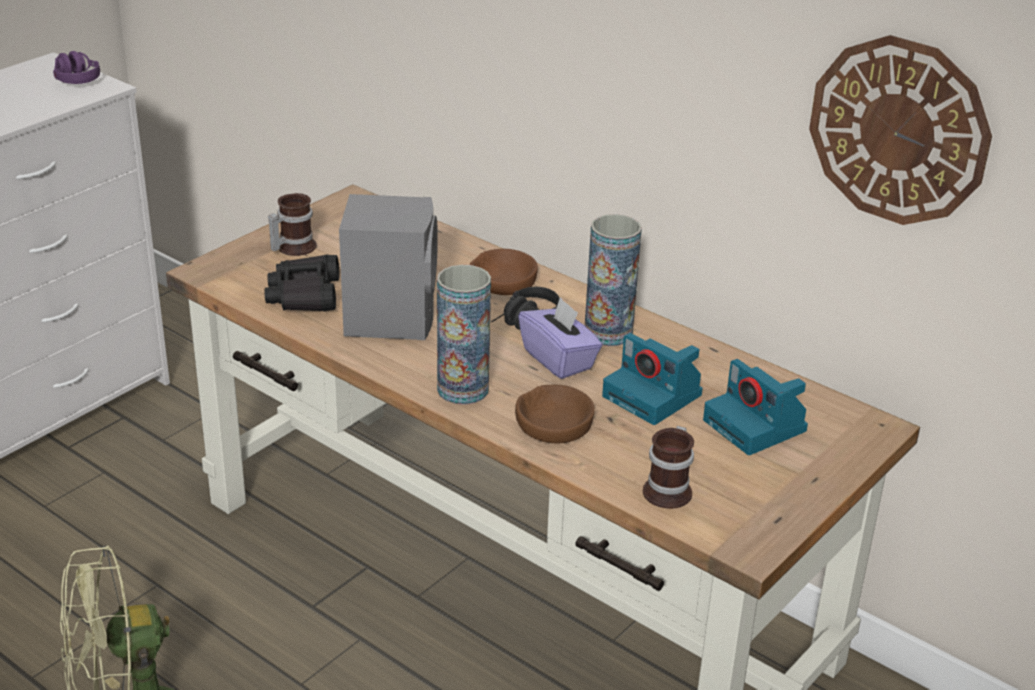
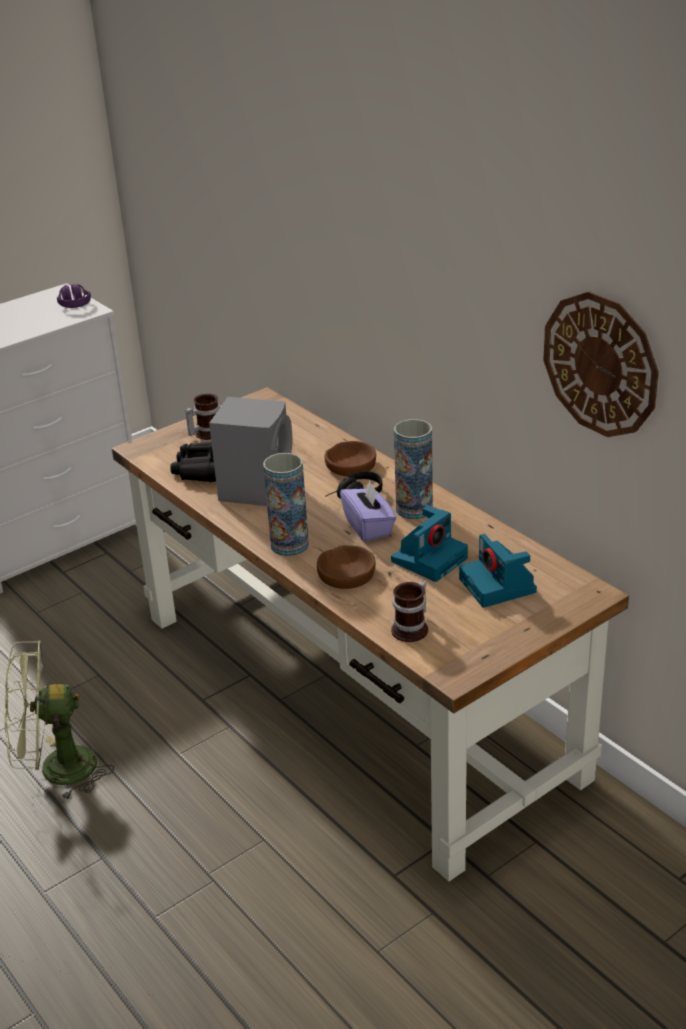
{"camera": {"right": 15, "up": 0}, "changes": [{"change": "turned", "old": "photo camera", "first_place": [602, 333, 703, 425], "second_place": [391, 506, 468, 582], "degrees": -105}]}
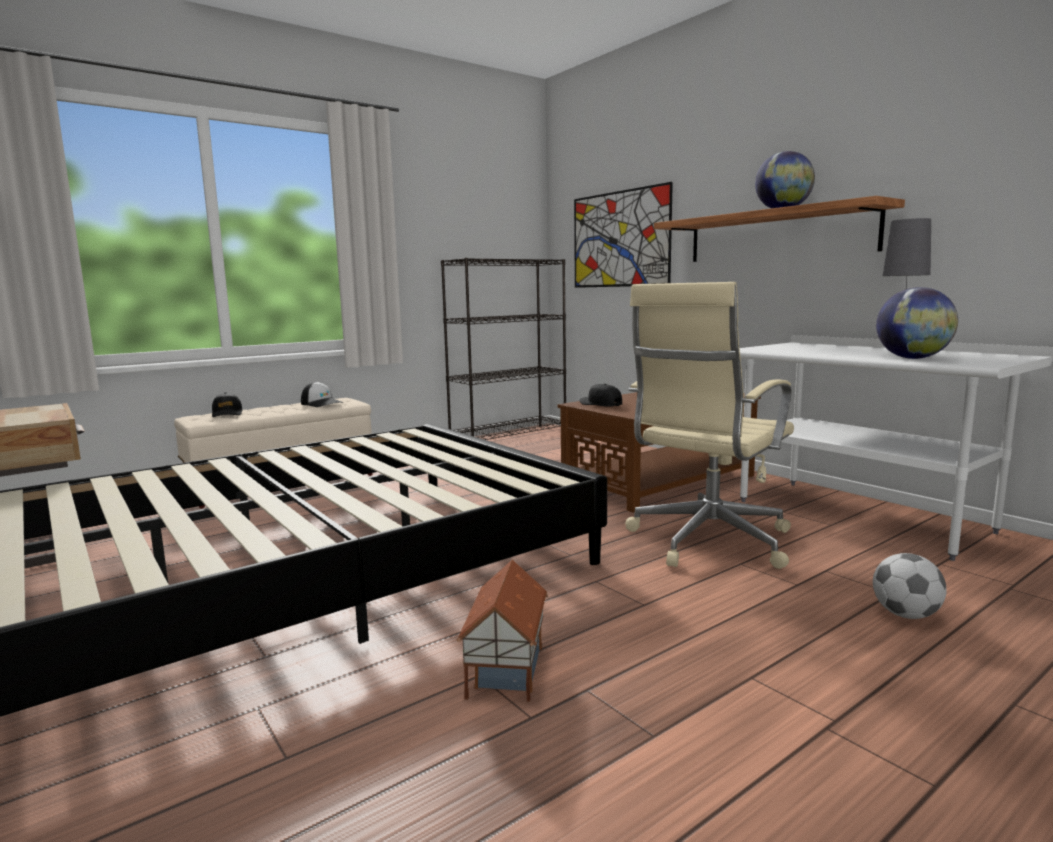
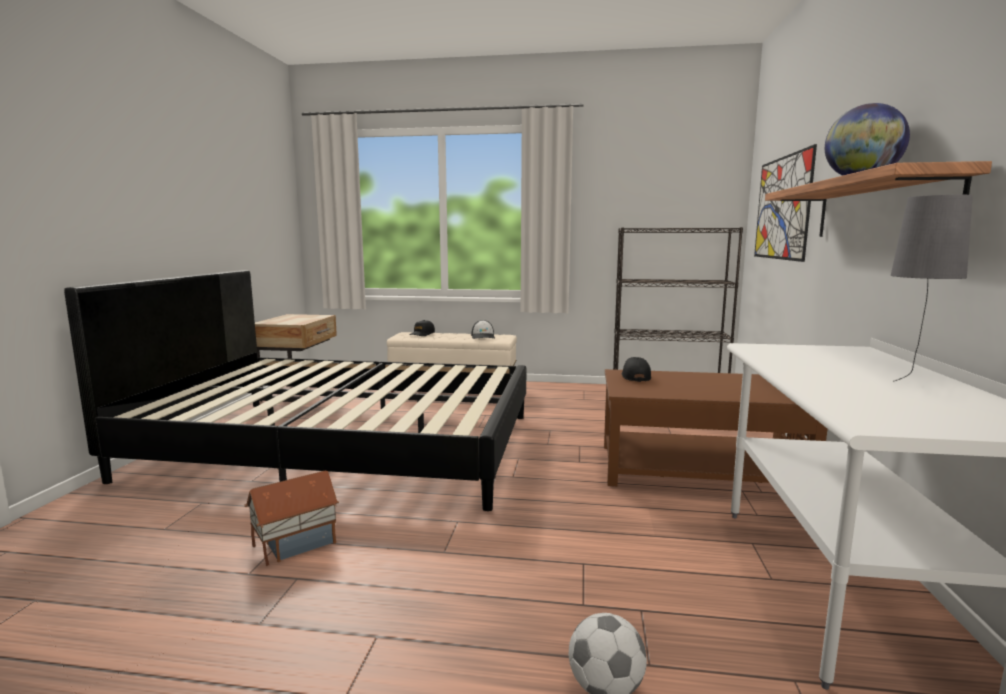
{"camera": {"right": 45, "up": 0}, "changes": [{"change": "removed", "old": "office chair/beige", "first_place": [625, 282, 794, 569]}, {"change": "removed", "old": "globe", "first_place": [876, 287, 958, 359]}]}
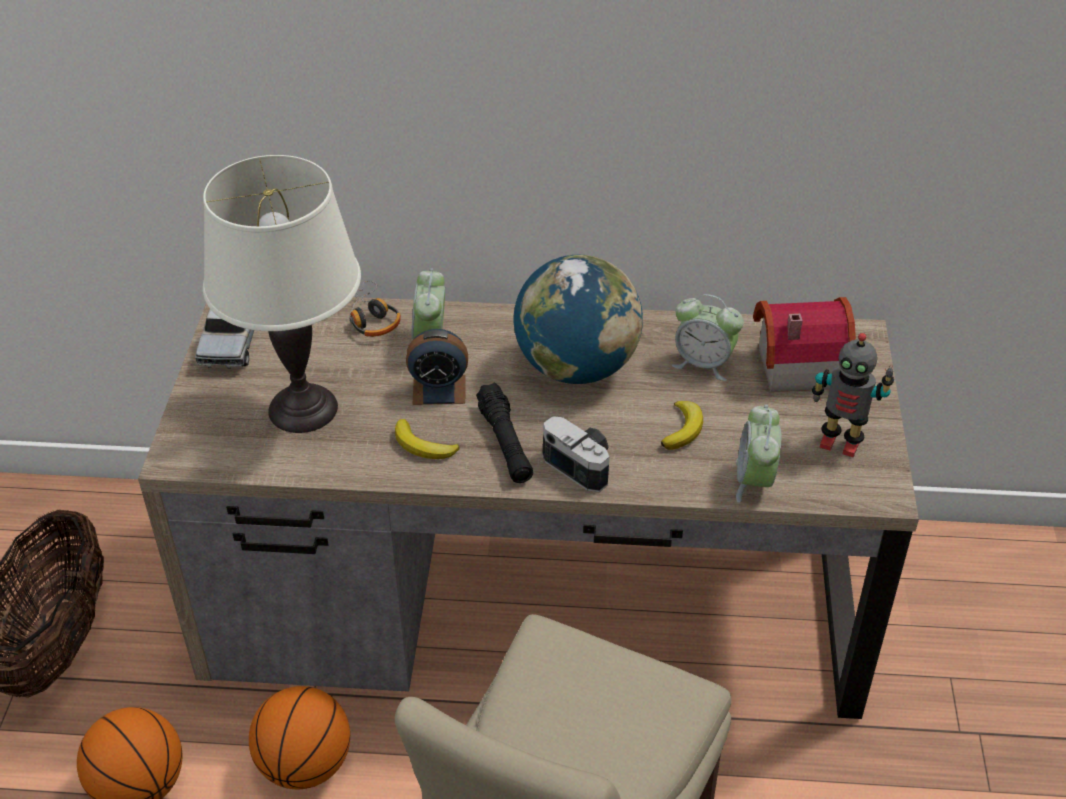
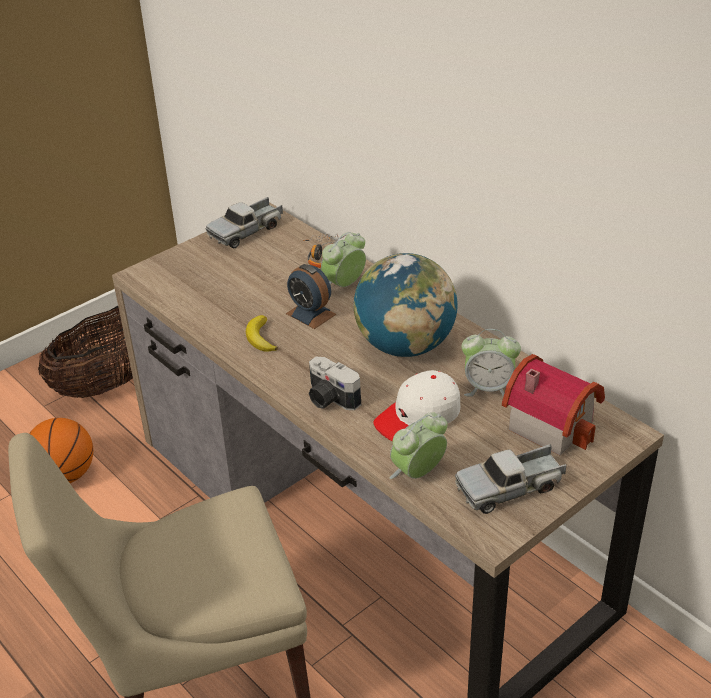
{"camera": {"right": 45, "up": -5}, "changes": [{"change": "removed", "old": "table lamp/white", "first_place": [203, 155, 361, 433]}, {"change": "removed", "old": "basketball", "first_place": [249, 686, 350, 789]}, {"change": "removed", "old": "flashlight/black", "first_place": [476, 383, 533, 483]}, {"change": "replaced", "old": "banana", "new": "cap/white", "first_place": [661, 401, 703, 450], "second_place": [373, 370, 460, 442]}, {"change": "replaced", "old": "toy robot", "new": "toy truck", "first_place": [812, 333, 894, 458], "second_place": [455, 444, 566, 514]}, {"change": "turned", "old": "photo camera", "first_place": [543, 416, 610, 492], "second_place": [309, 357, 361, 410], "degrees": 135}, {"change": "turned", "old": "alarm clock", "first_place": [672, 294, 744, 381], "second_place": [461, 329, 521, 397], "degrees": -60}]}
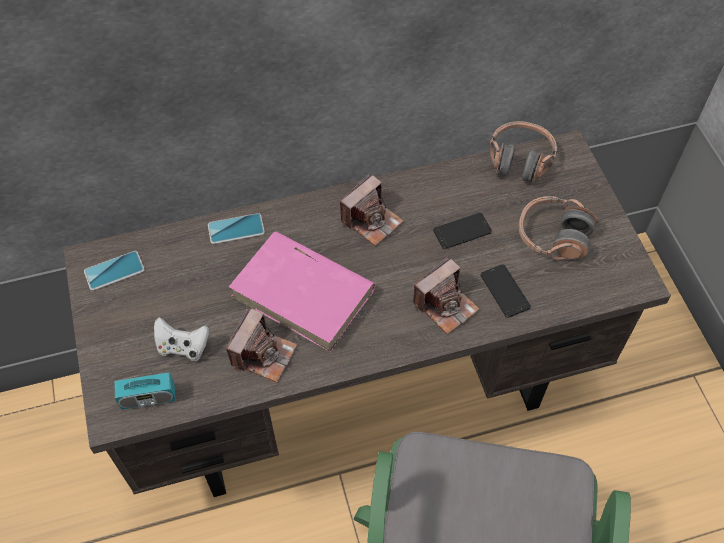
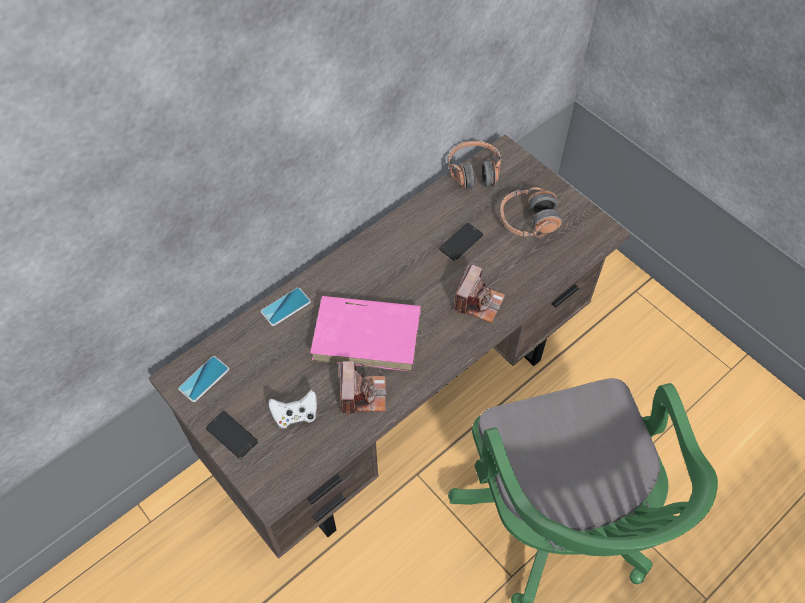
{"camera": {"right": -25, "up": 0}, "changes": [{"change": "removed", "old": "radio", "first_place": [114, 350, 176, 410]}, {"change": "removed", "old": "photo camera", "first_place": [340, 174, 403, 246]}, {"change": "moved", "old": "phone", "first_place": [480, 264, 531, 318], "second_place": [206, 411, 258, 459]}]}
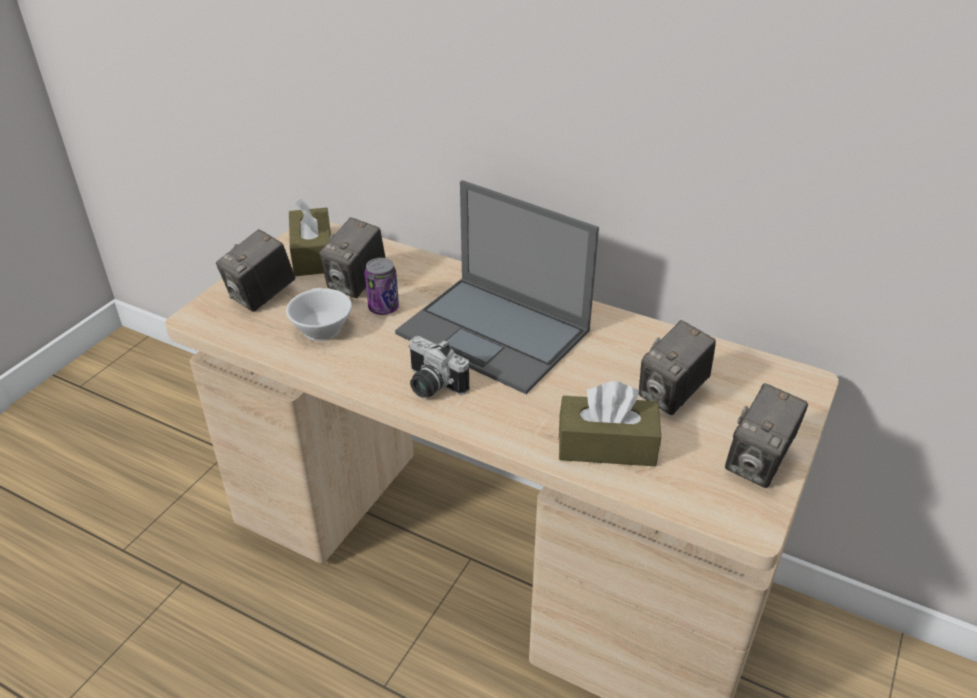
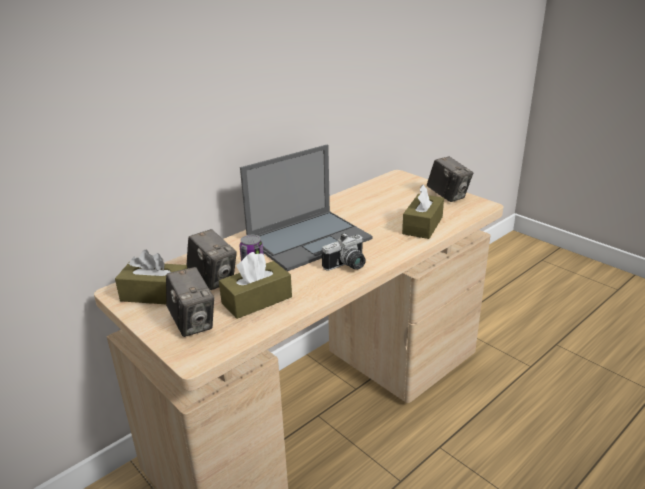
{"camera": {"right": -70, "up": -10}, "changes": [{"change": "removed", "old": "photo camera", "first_place": [639, 320, 716, 415]}, {"change": "replaced", "old": "cup/white", "new": "tissue box/brown", "first_place": [286, 288, 352, 341], "second_place": [219, 252, 292, 319]}]}
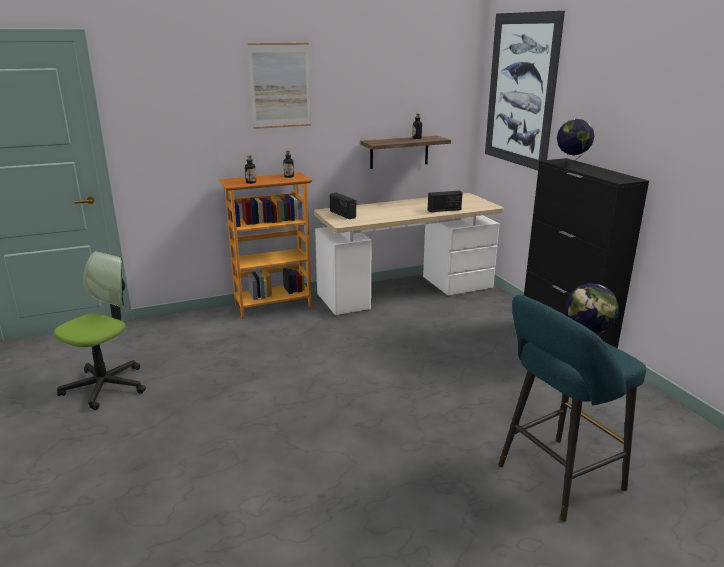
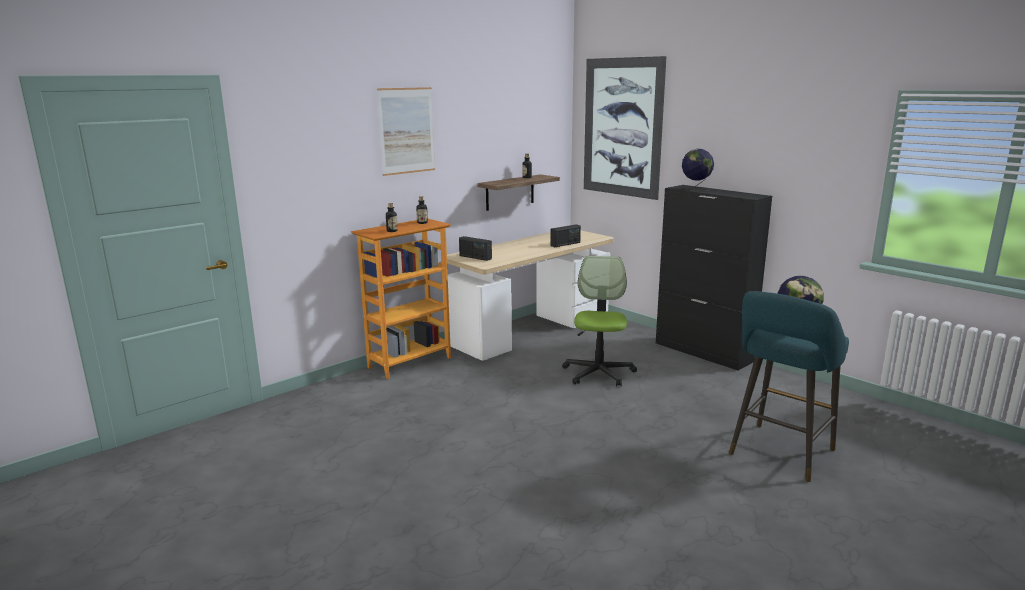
{"camera": {"right": -20, "up": -5}, "changes": [{"change": "moved", "old": "office chair", "first_place": [54, 251, 146, 410], "second_place": [562, 256, 637, 387]}]}
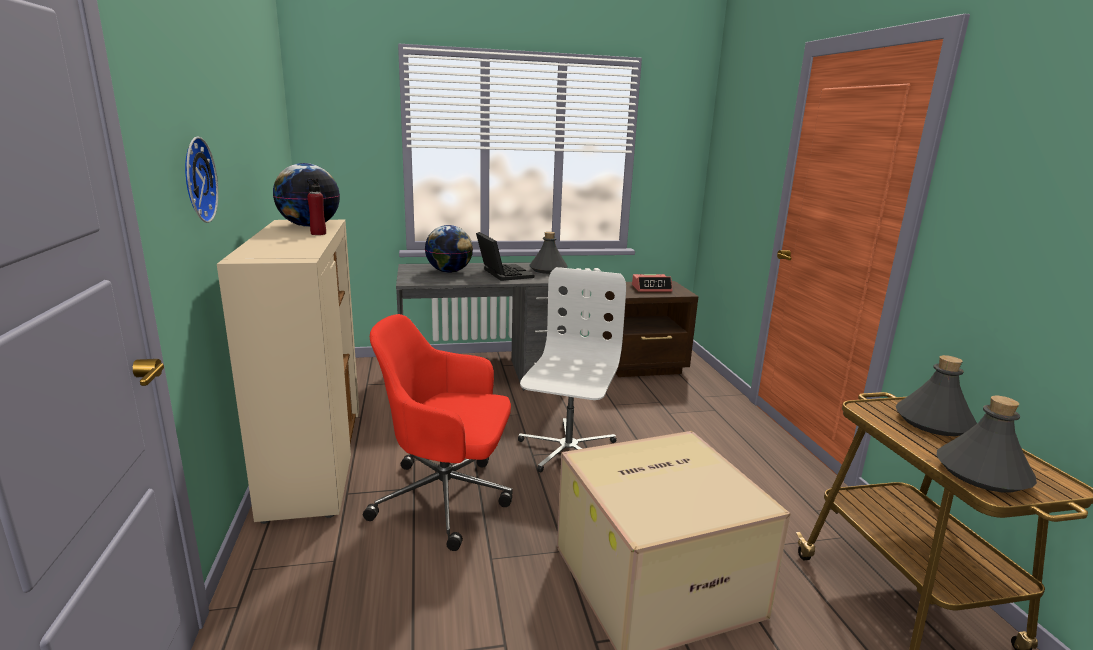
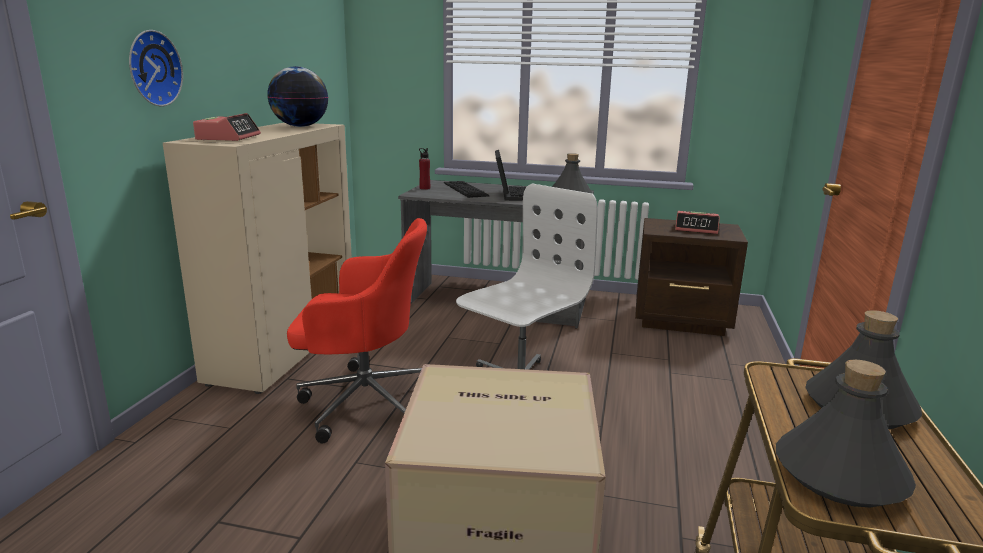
{"camera": {"right": 25, "up": 0}, "changes": [{"change": "added", "new": "alarm clock", "second_place": [193, 113, 261, 141]}, {"change": "moved", "old": "bottle/red", "first_place": [307, 178, 326, 235], "second_place": [419, 148, 430, 190]}, {"change": "replaced", "old": "globe", "new": "keyboard", "first_place": [425, 225, 473, 273], "second_place": [444, 181, 489, 198]}, {"change": "turned", "old": "office chair/red", "first_place": [363, 314, 513, 551], "second_place": [287, 218, 427, 444], "degrees": 150}]}
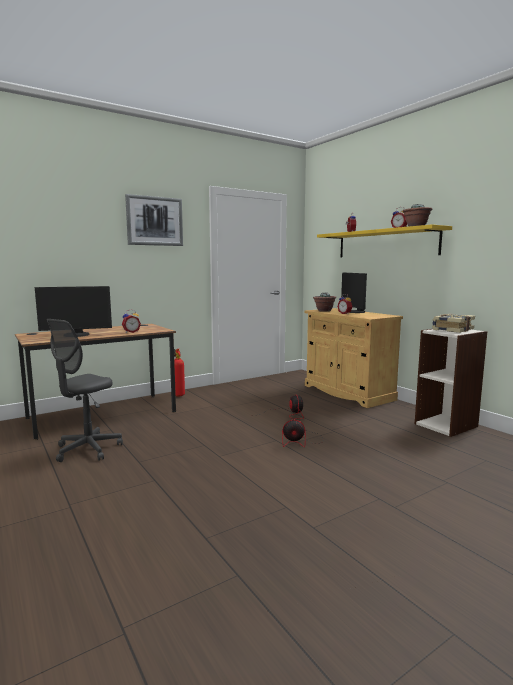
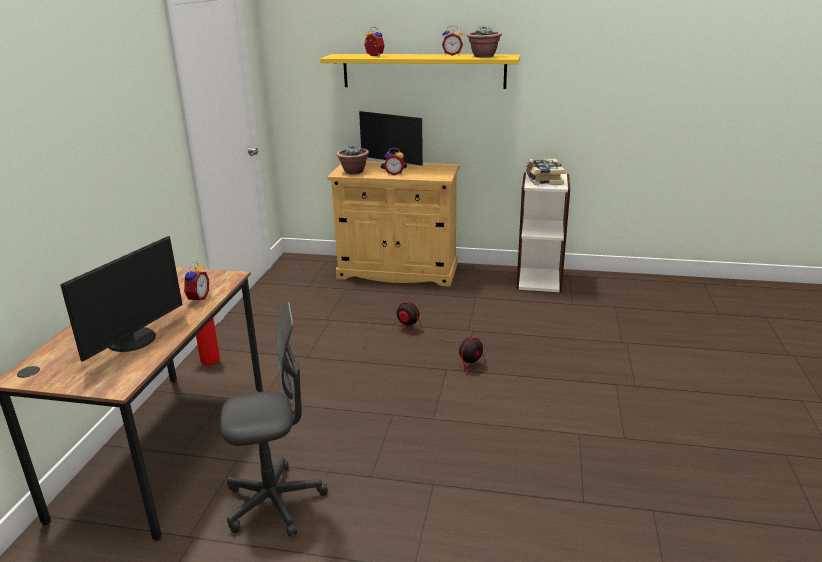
{"camera": {"right": -45, "up": 15}, "changes": [{"change": "removed", "old": "picture", "first_place": [125, 194, 183, 246]}, {"change": "turned", "old": "office chair/grey", "first_place": [47, 319, 123, 462], "second_place": [220, 301, 328, 537], "degrees": -90}]}
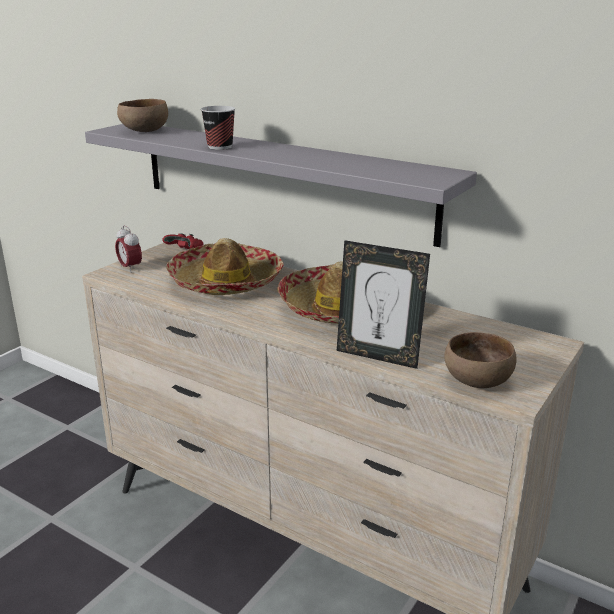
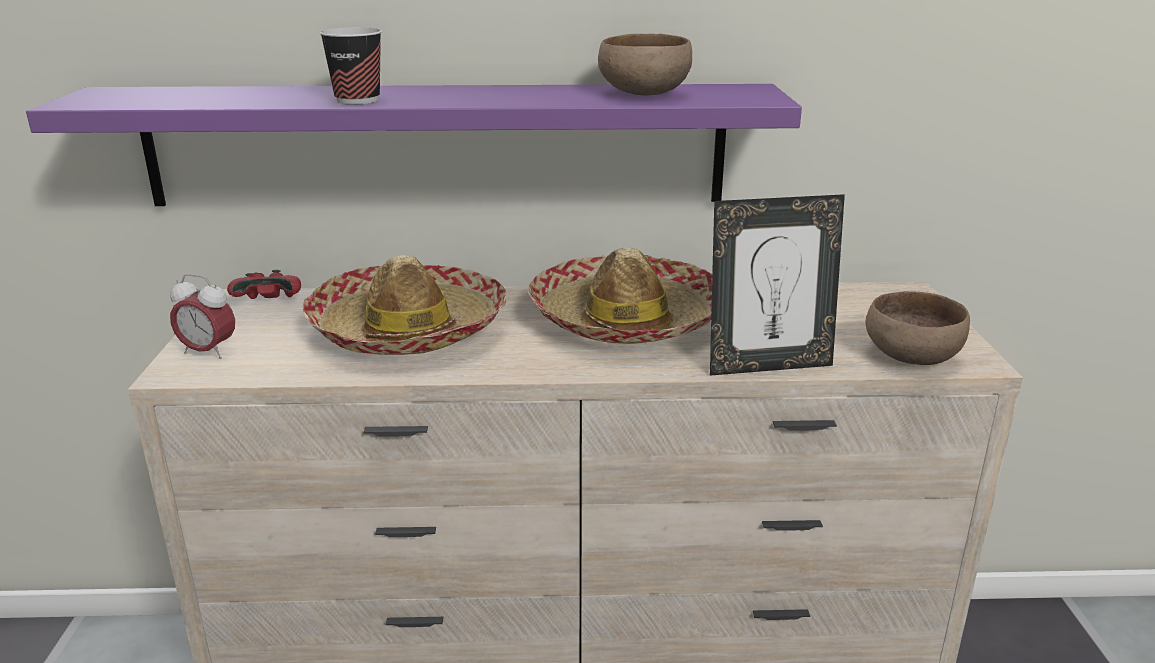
{"camera": {"right": -35, "up": 0}, "changes": [{"change": "moved", "old": "bowl/brown", "first_place": [117, 99, 168, 132], "second_place": [598, 34, 692, 96]}, {"change": "recoloured", "old": "shelf/grey", "new": "shelf/purple", "first_place": [85, 124, 477, 247], "second_place": [26, 84, 802, 206]}]}
